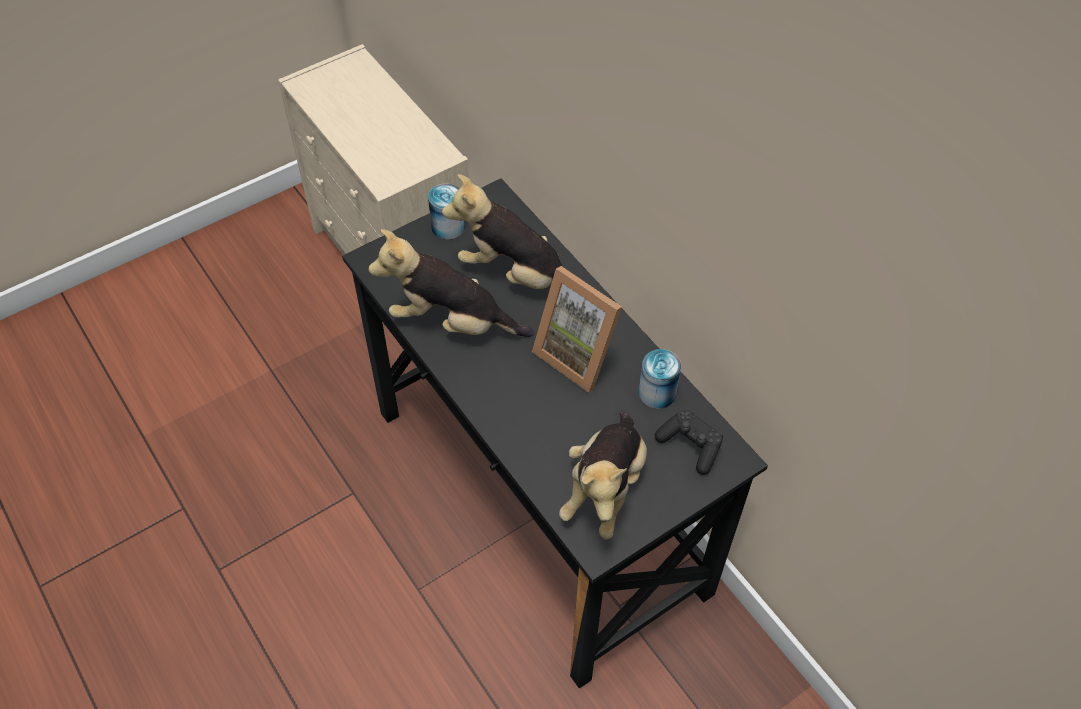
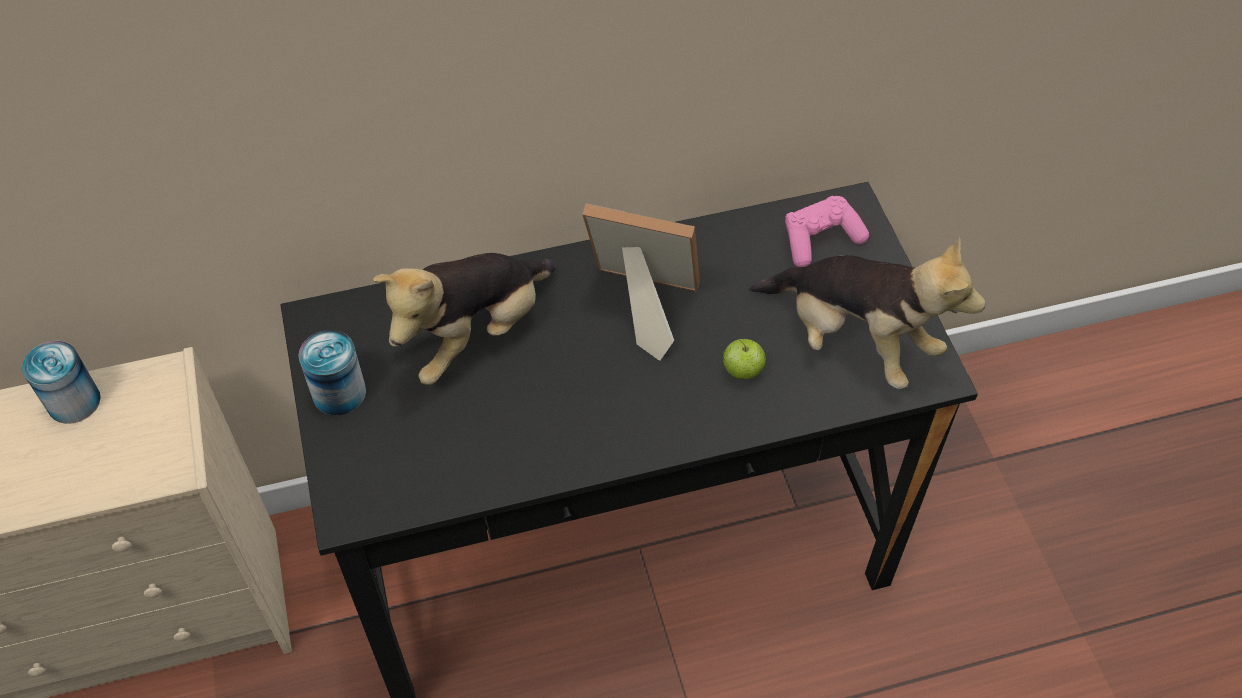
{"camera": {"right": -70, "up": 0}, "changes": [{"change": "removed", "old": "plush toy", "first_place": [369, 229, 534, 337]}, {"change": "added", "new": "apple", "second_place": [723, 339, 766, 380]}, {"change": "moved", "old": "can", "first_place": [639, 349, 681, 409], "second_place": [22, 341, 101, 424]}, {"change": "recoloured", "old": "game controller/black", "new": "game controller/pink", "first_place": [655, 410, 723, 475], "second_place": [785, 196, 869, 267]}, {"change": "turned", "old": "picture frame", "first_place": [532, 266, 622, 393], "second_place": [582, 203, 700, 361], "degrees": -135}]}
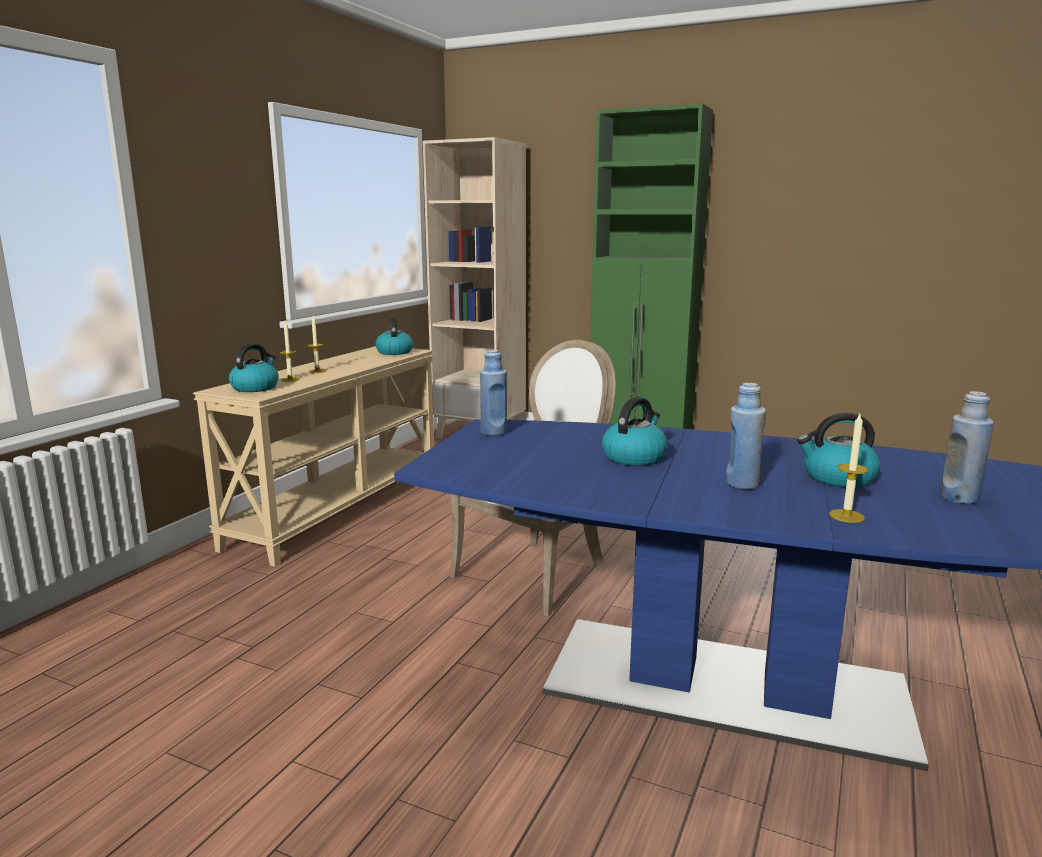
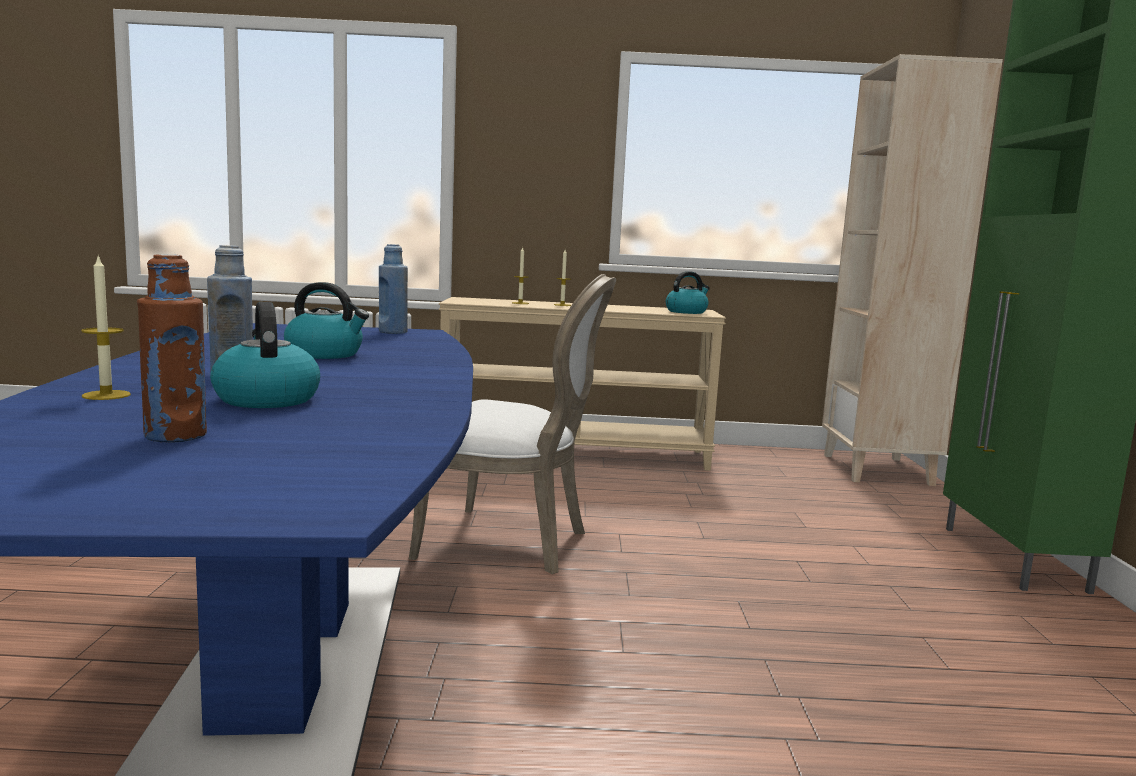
{"camera": {"right": 65, "up": -5}, "changes": [{"change": "removed", "old": "kettle", "first_place": [229, 343, 279, 392]}, {"change": "recoloured", "old": "bottle/blue", "new": "bottle/brown", "first_place": [940, 391, 994, 504], "second_place": [137, 254, 207, 443]}]}
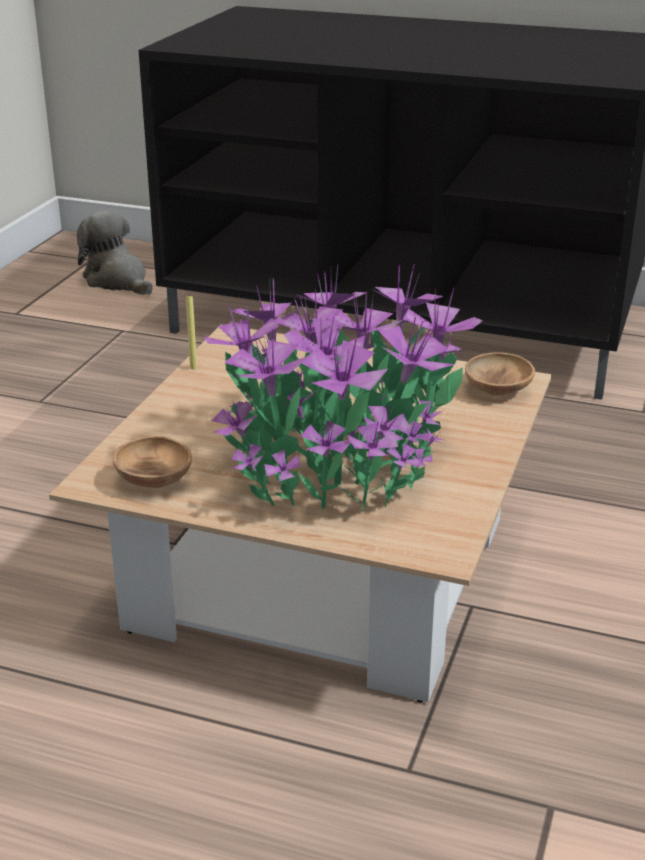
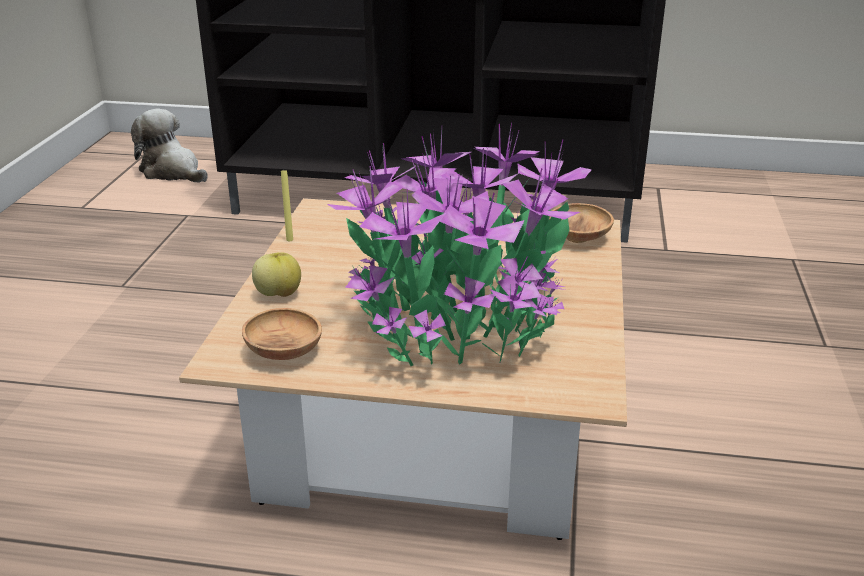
{"camera": {"right": -10, "up": 0}, "changes": [{"change": "added", "new": "apple", "second_place": [252, 252, 301, 297]}]}
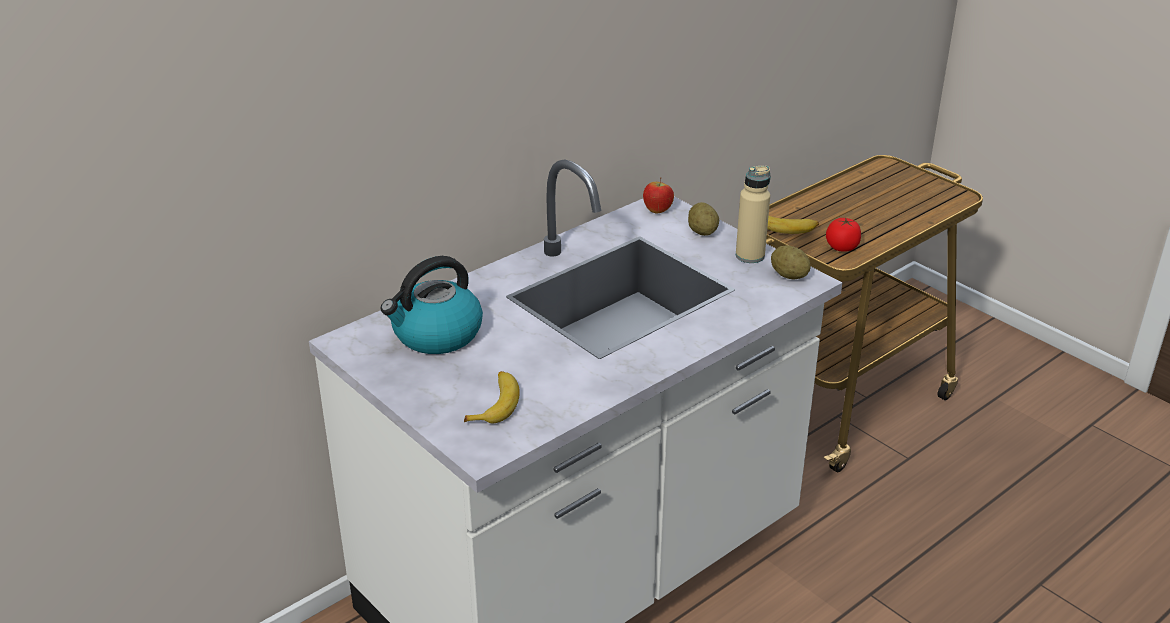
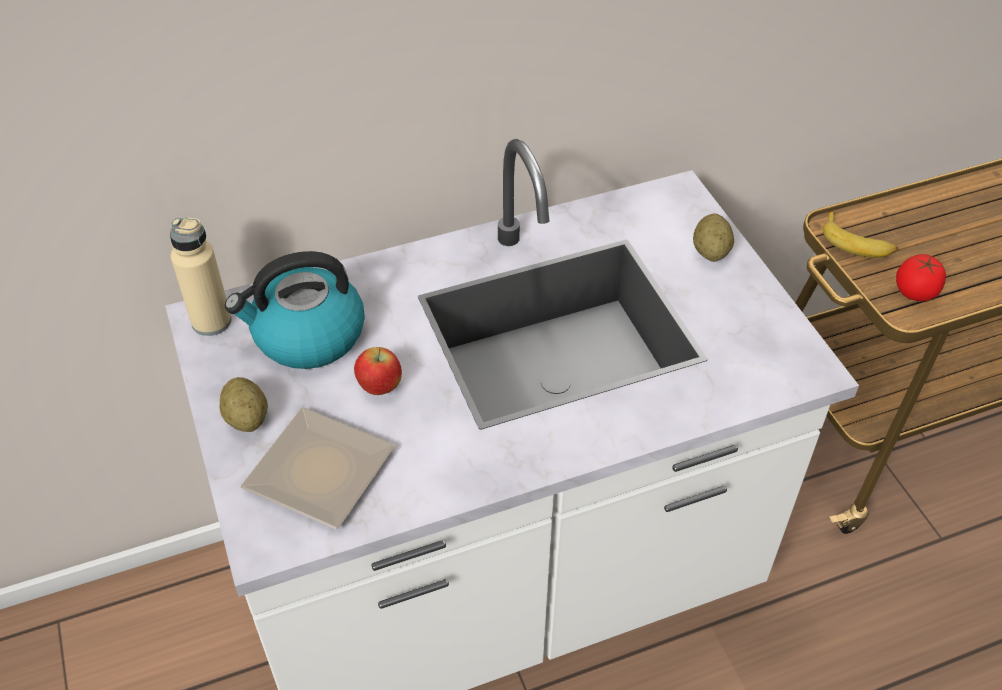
{"camera": {"right": 20, "up": 15}, "changes": [{"change": "moved", "old": "apple", "first_place": [643, 177, 674, 213], "second_place": [354, 347, 402, 395]}, {"change": "moved", "old": "bottle/beige", "first_place": [736, 165, 771, 263], "second_place": [170, 217, 232, 336]}, {"change": "moved", "old": "potato", "first_place": [771, 245, 811, 279], "second_place": [220, 377, 268, 432]}, {"change": "replaced", "old": "banana", "new": "plate", "first_place": [464, 371, 520, 423], "second_place": [241, 407, 395, 530]}]}
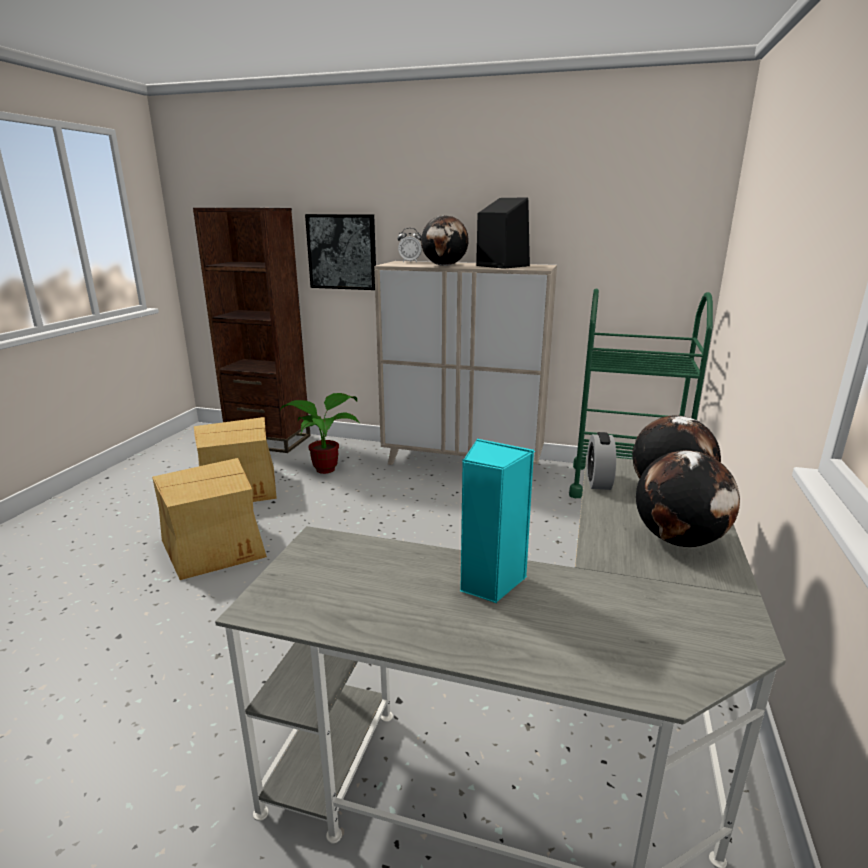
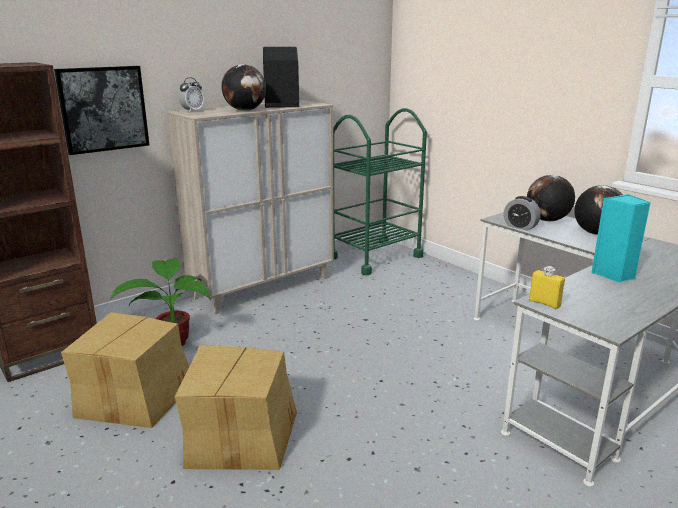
{"camera": {"right": -55, "up": 0}, "changes": [{"change": "added", "new": "bottle/yellow", "second_place": [529, 266, 565, 309]}]}
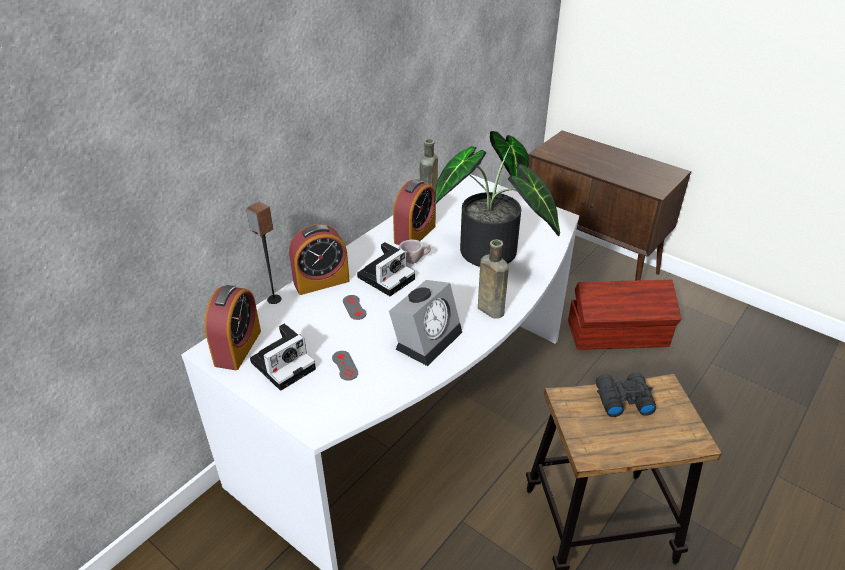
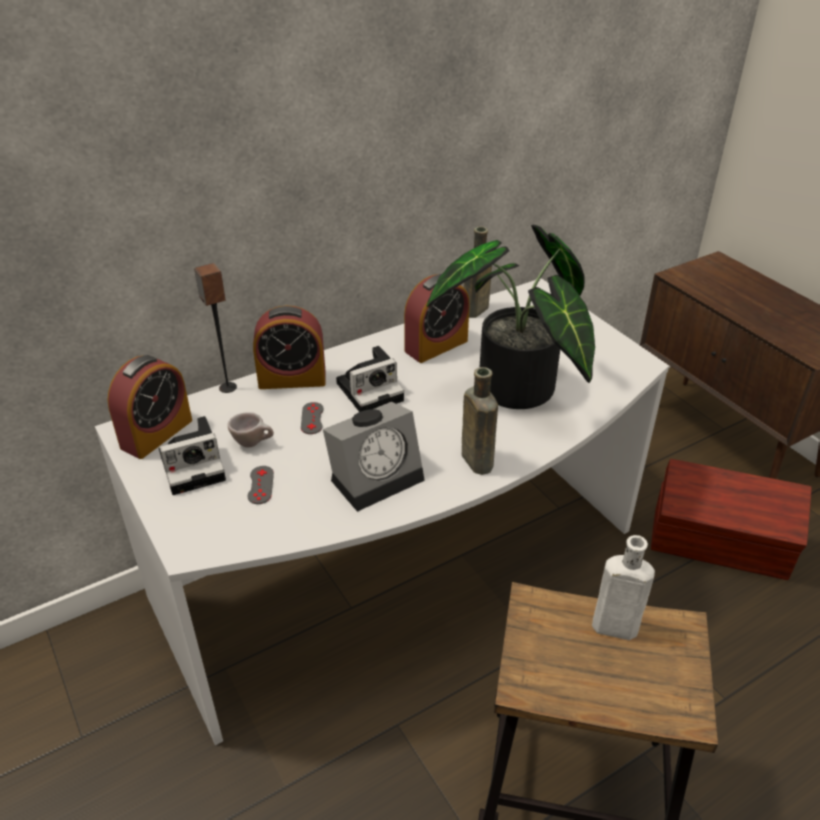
{"camera": {"right": 20, "up": 0}, "changes": [{"change": "moved", "old": "cup/beige", "first_place": [399, 239, 431, 264], "second_place": [228, 412, 274, 447]}, {"change": "replaced", "old": "binoculars/black", "new": "bottle/white", "first_place": [596, 373, 656, 417], "second_place": [592, 535, 655, 640]}]}
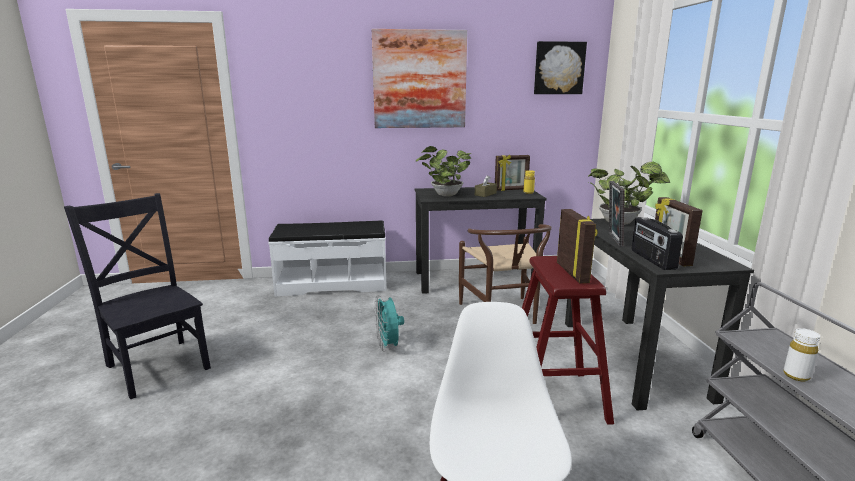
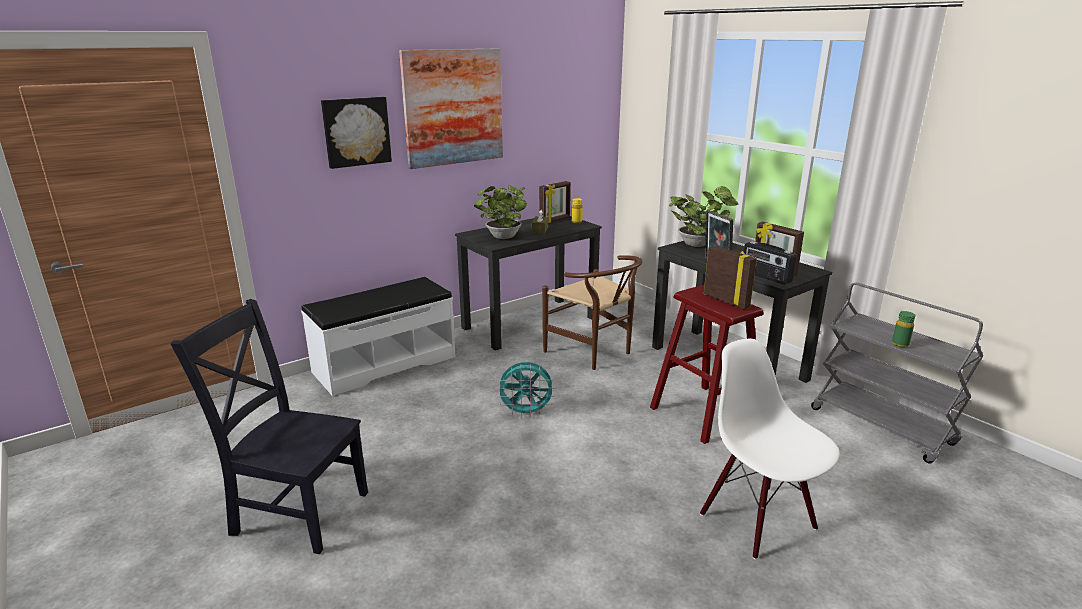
{"camera": {"right": -30, "up": 5}, "changes": [{"change": "moved", "old": "picture", "first_place": [534, 41, 587, 94], "second_place": [321, 97, 392, 169]}, {"change": "recoloured", "old": "bottle/white", "new": "bottle/green", "first_place": [783, 328, 820, 381], "second_place": [892, 311, 915, 348]}, {"change": "turned", "old": "fan/turquoise", "first_place": [374, 295, 404, 351], "second_place": [496, 362, 556, 417], "degrees": -45}]}
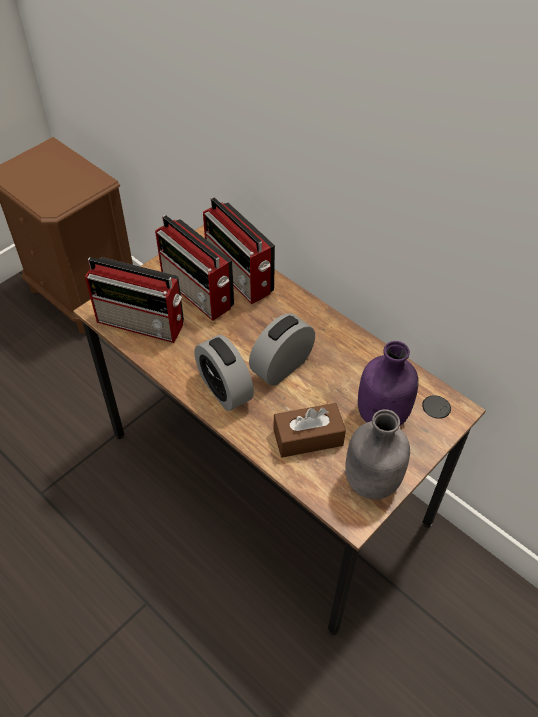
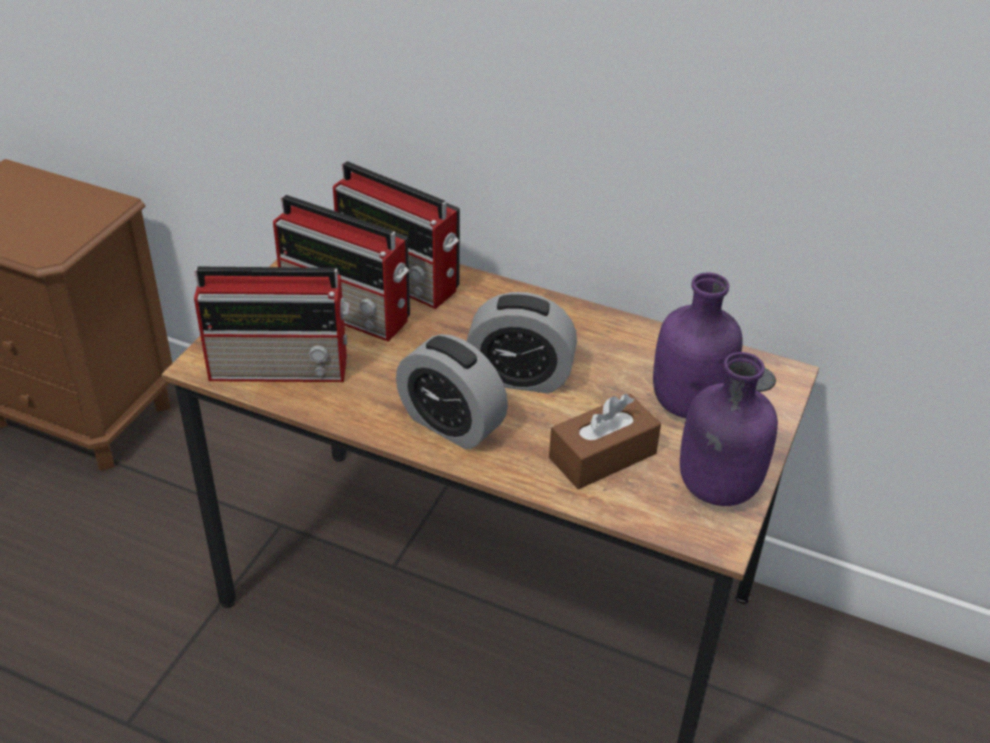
{"camera": {"right": -20, "up": -10}, "changes": [{"change": "recoloured", "old": "bottle/grey", "new": "bottle/purple", "first_place": [346, 409, 410, 500], "second_place": [680, 352, 778, 506]}, {"change": "turned", "old": "alarm clock", "first_place": [249, 313, 315, 386], "second_place": [467, 292, 577, 394], "degrees": -105}]}
